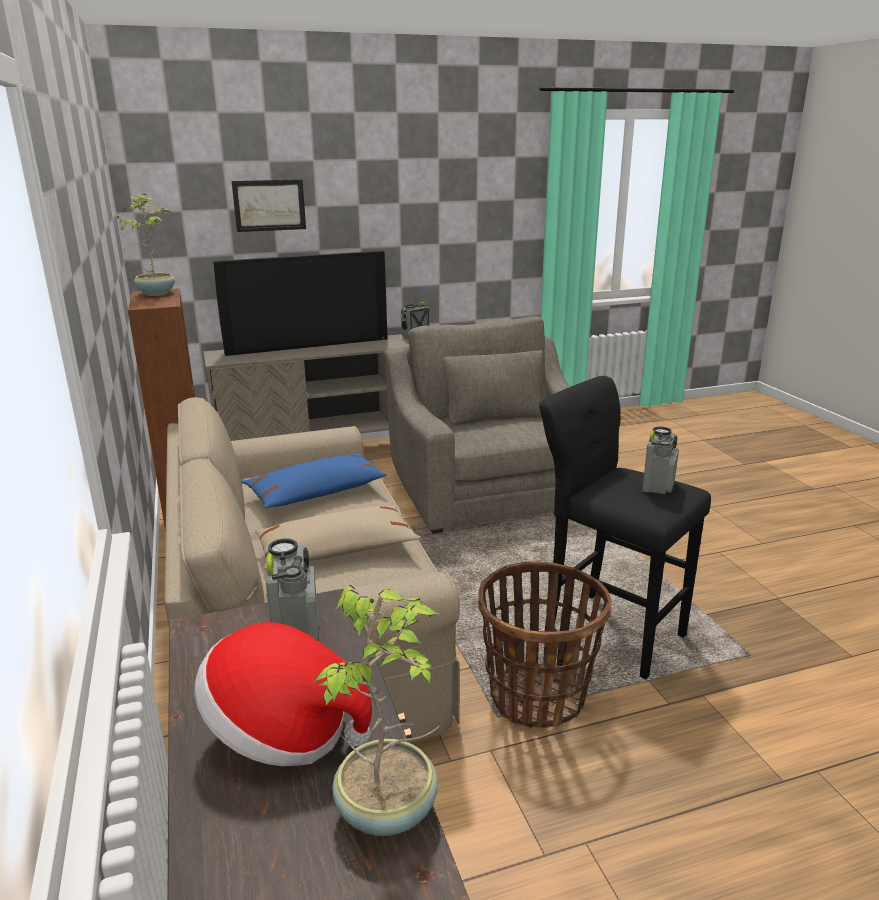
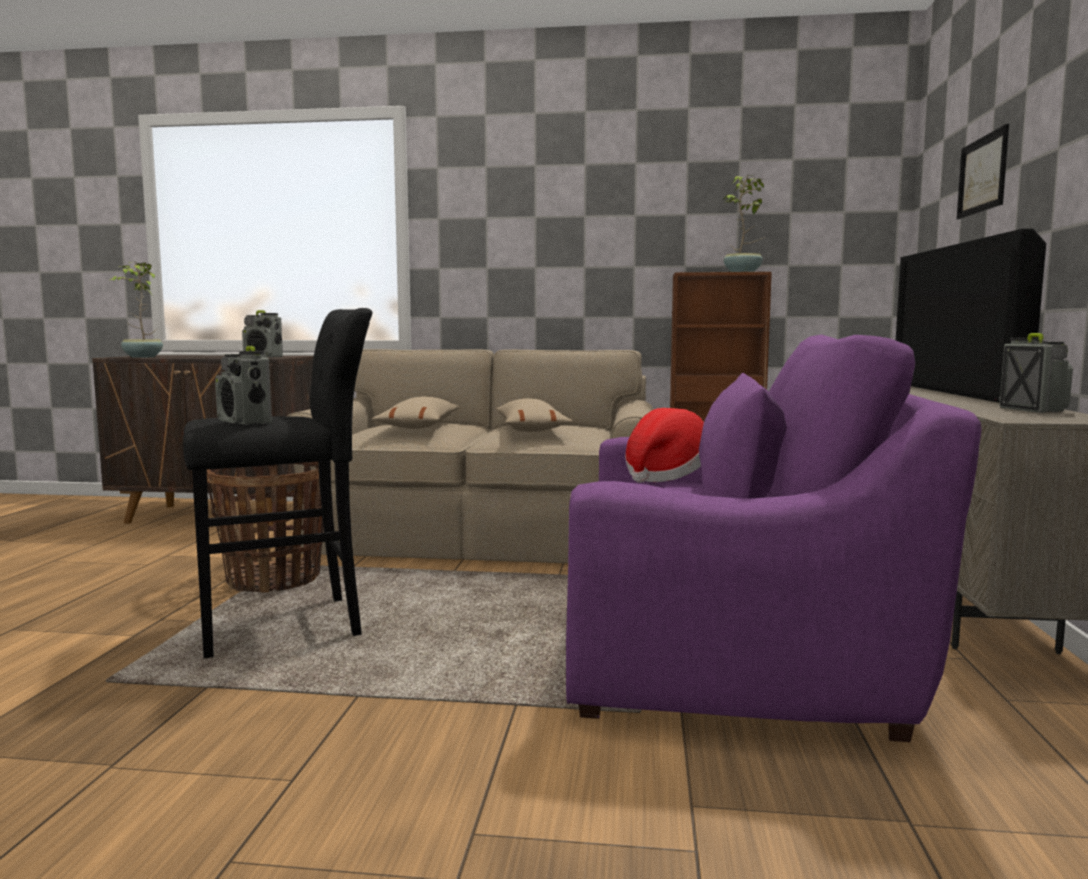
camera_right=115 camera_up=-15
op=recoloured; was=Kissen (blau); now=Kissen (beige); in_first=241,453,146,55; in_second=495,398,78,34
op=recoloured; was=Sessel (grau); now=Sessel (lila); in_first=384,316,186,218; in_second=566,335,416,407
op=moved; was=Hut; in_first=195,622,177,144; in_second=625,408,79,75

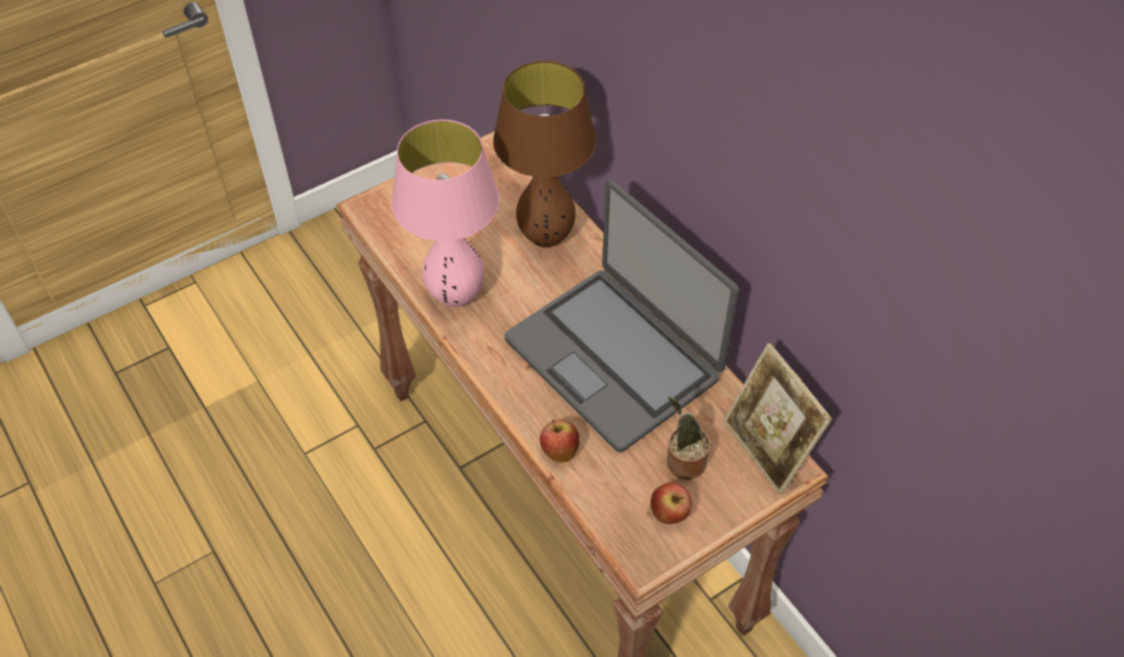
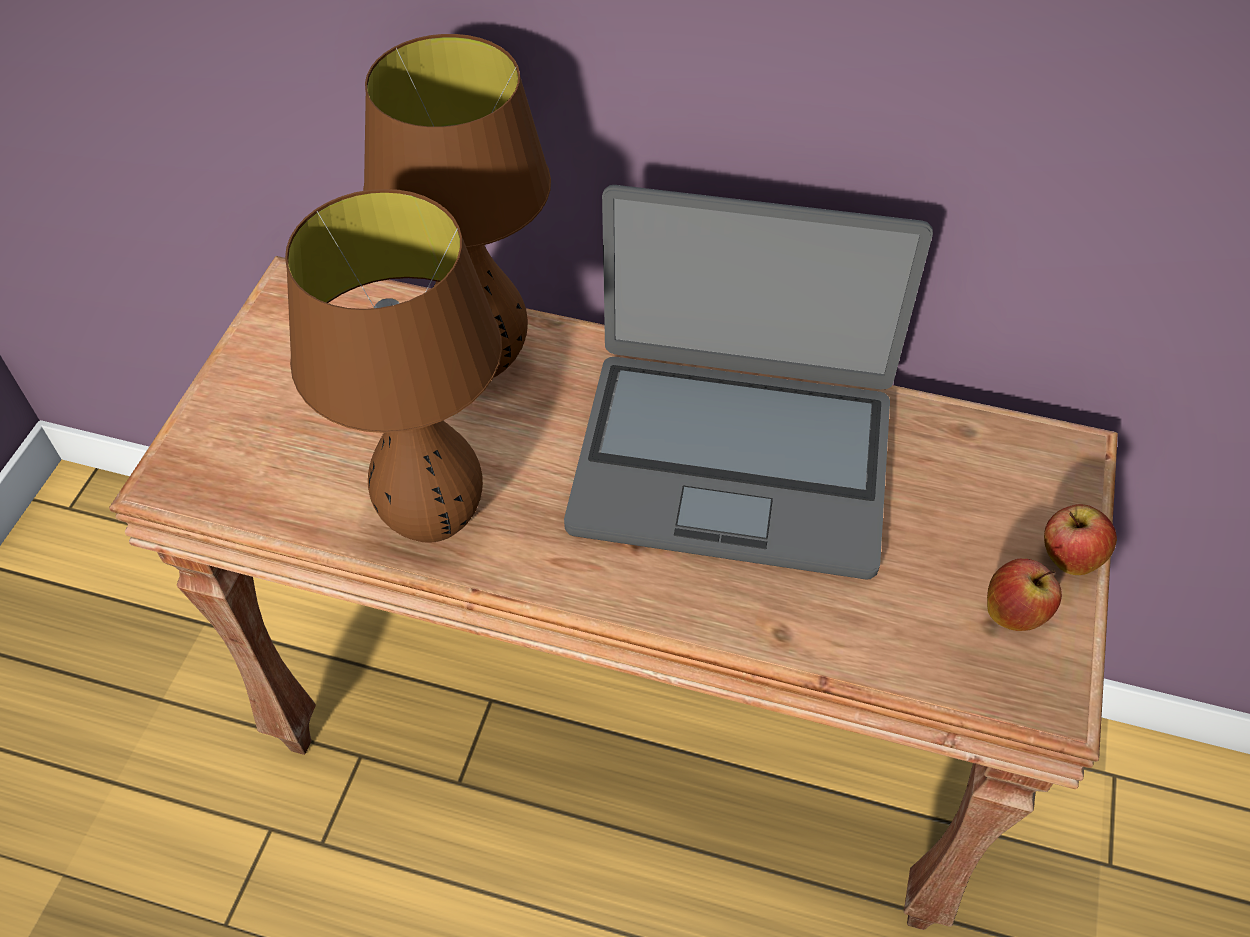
camera_right=-40 camera_up=0
op=recoloured; was=Tischlampe (rosa); now=Tischlampe (braun); in_first=392,119,107,188; in_second=285,189,217,354
op=moved; was=Apfel; in_first=540,419,40,43; in_second=1044,504,73,71
op=removed; was=Topfpflanze; in_first=667,396,43,84
op=removed; was=Bilderrahmen; in_first=723,343,109,152

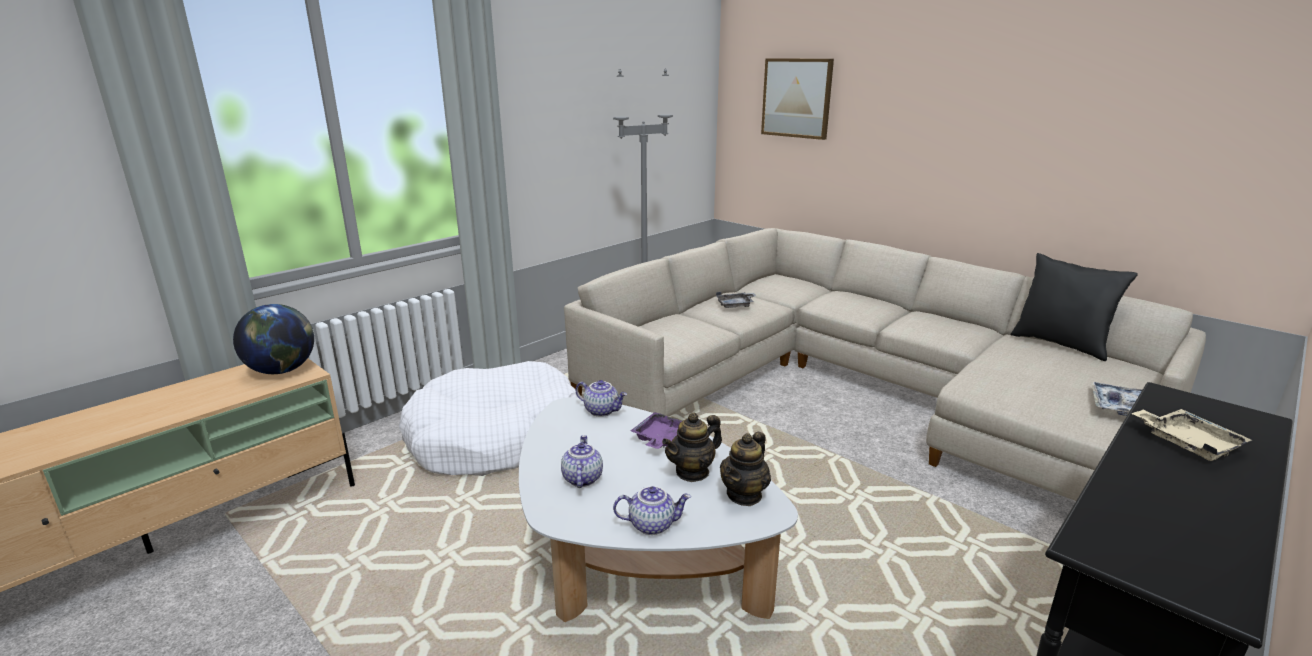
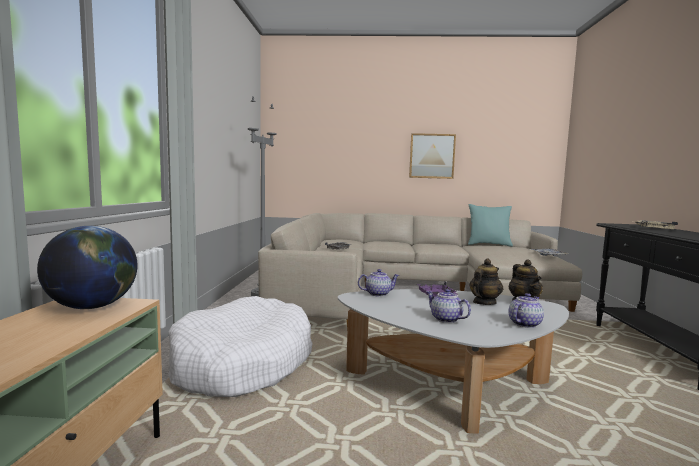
camera_right=-40 camera_up=-15
op=moved; was=Bild; in_first=761,58,73,82; in_second=409,133,47,46
op=recoloured; was=Kissen (schwarz); now=Kissen (türkis); in_first=1011,253,127,108; in_second=468,204,45,43
op=turned; was=Teekanne; in_first=662,413,60,69; in_second=469,258,34,47; clockwise=-150

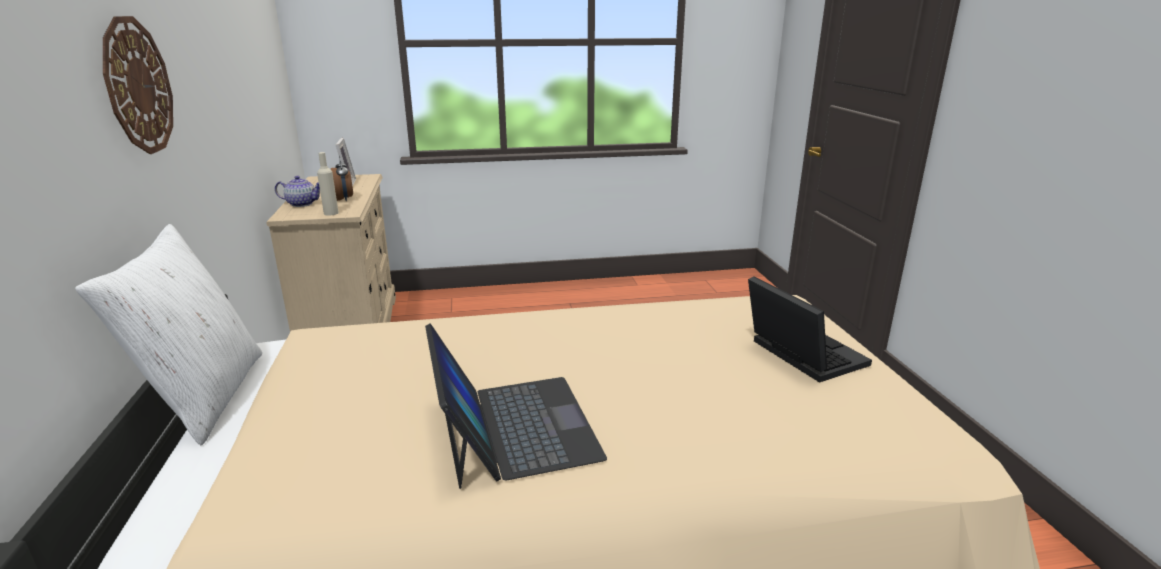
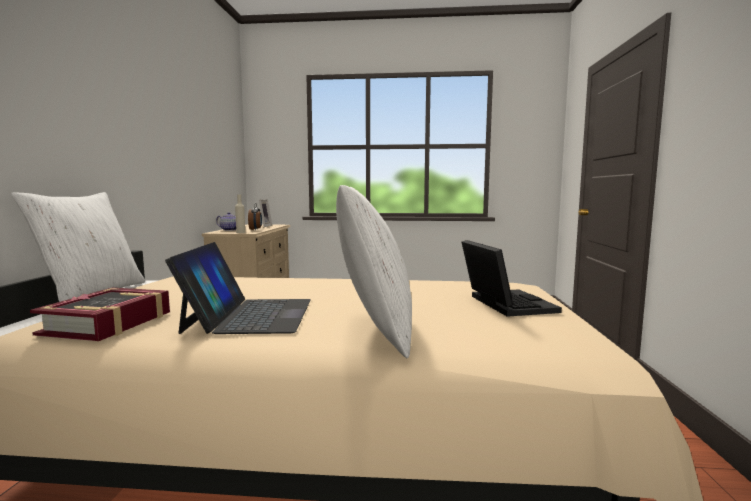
camera_right=15 camera_up=-15
op=added; now=Buch; in_second=30,287,140,54
op=added; now=Kissen (weiß); in_second=336,185,76,173
op=removed; was=Wanduhr; in_first=103,16,70,138

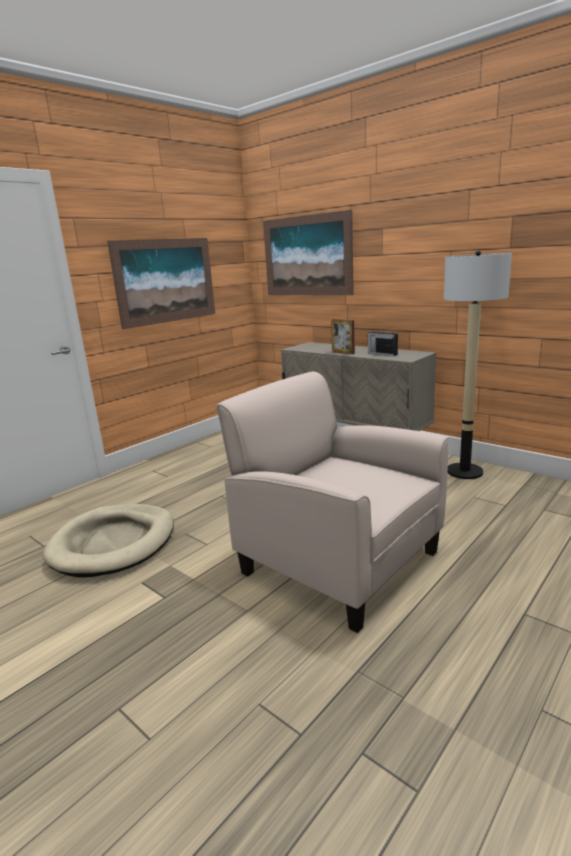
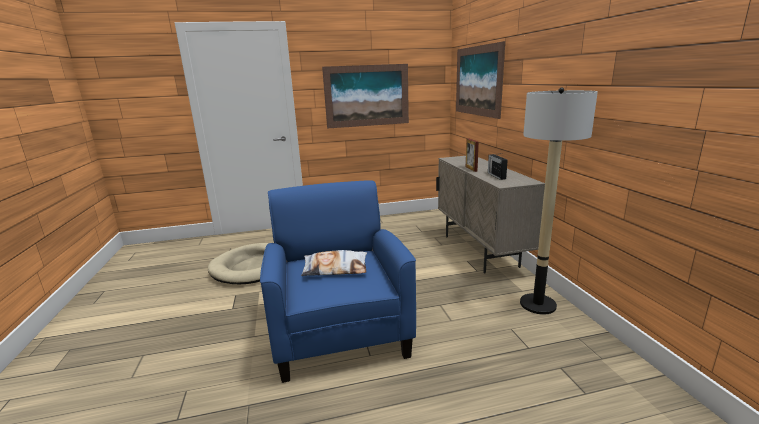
camera_right=35 camera_up=0
op=recoloured; was=Sessel (beige); now=Sessel (blau); in_first=216,371,233,262; in_second=260,180,156,203
op=added; now=Kissen; in_second=301,250,66,26

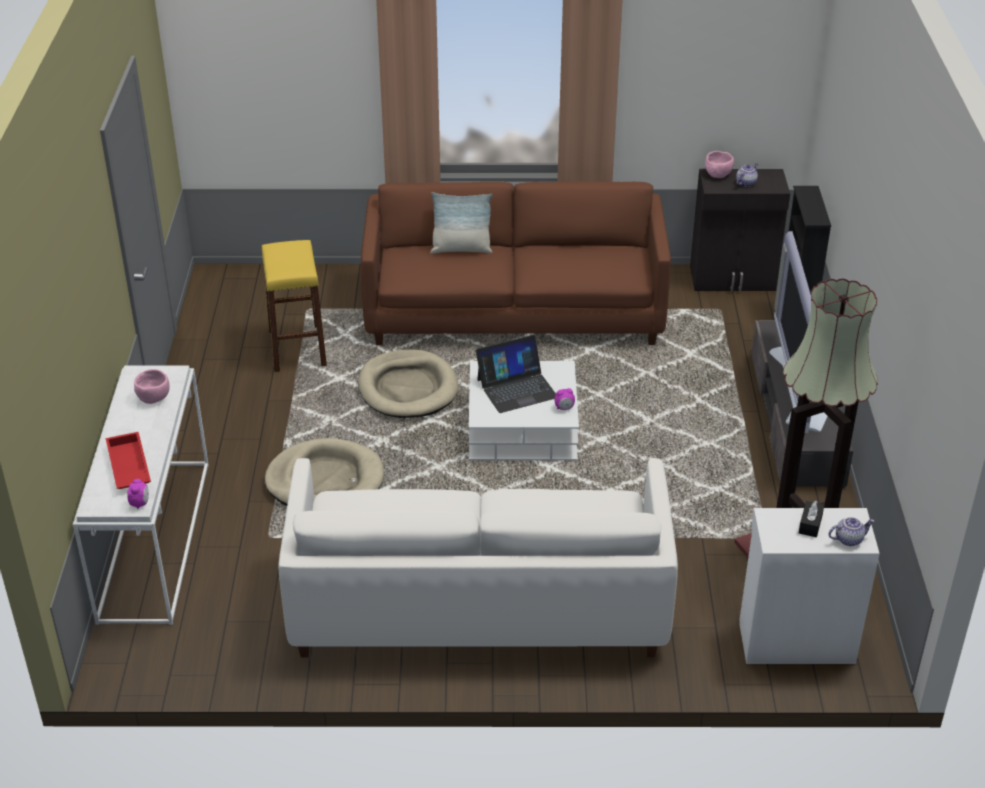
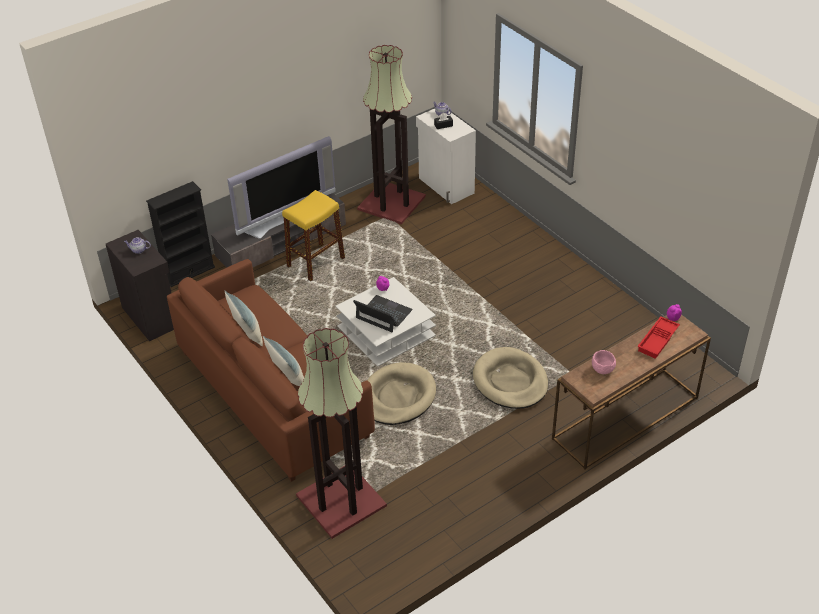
camera_right=-125 camera_up=5
op=added; now=Kissen; in_second=225,291,38,55
op=moved; was=Hocker (gelb); in_first=262,240,65,132; in_second=282,190,63,91
op=added; now=Stehlampe; in_second=296,328,91,211
op=recoloured; was=Konsolentisch (weiß); now=Konsolentisch (braun); in_first=73,365,136,260; in_second=552,315,159,155
op=removed; was=Sofa (weiß); in_first=278,458,400,200
op=removed; was=Schüssel (rosa); in_first=705,151,29,27

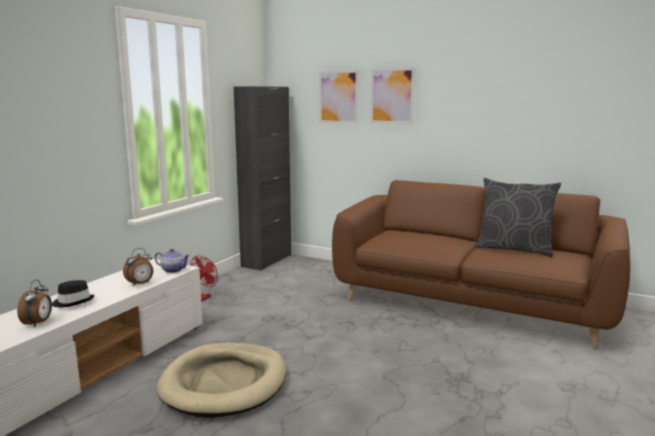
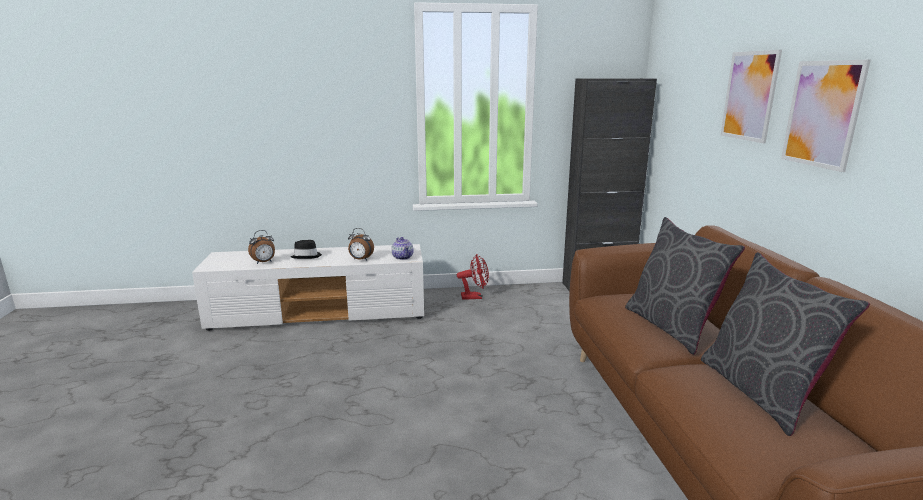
camera_right=55 camera_up=5
op=added; now=Kissen (grau); in_second=625,217,120,137
op=moved; was=Bild; in_first=319,70,40,54; in_second=781,60,90,112
op=removed; was=Hundebett (beige); in_first=157,343,129,75

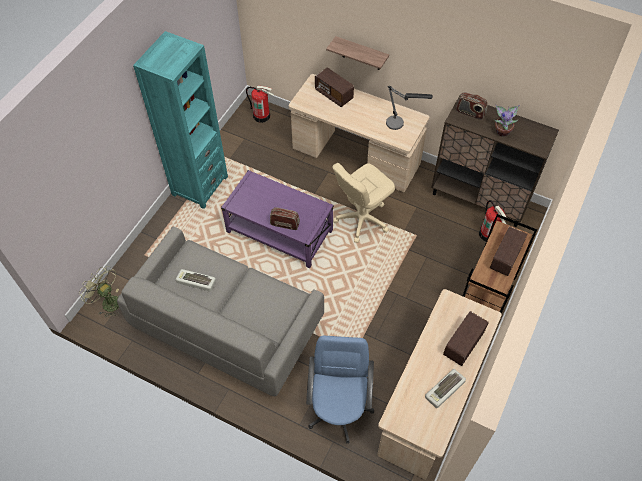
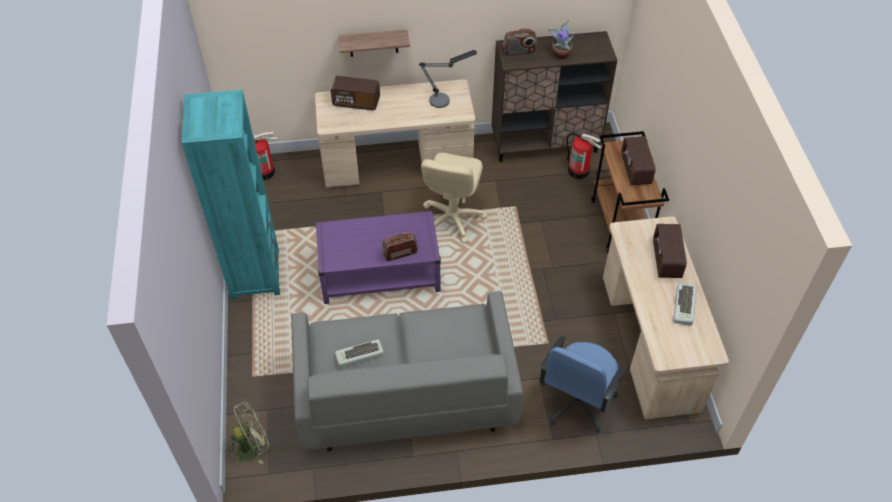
camera_right=-35 camera_up=-5
op=turned; was=Ventilator (grün); in_first=79,267,40,51; in_second=226,401,43,64; clockwise=150
op=turned; was=Bürostuhl (blau); in_first=306,335,68,109; in_second=540,336,87,97; clockwise=-120

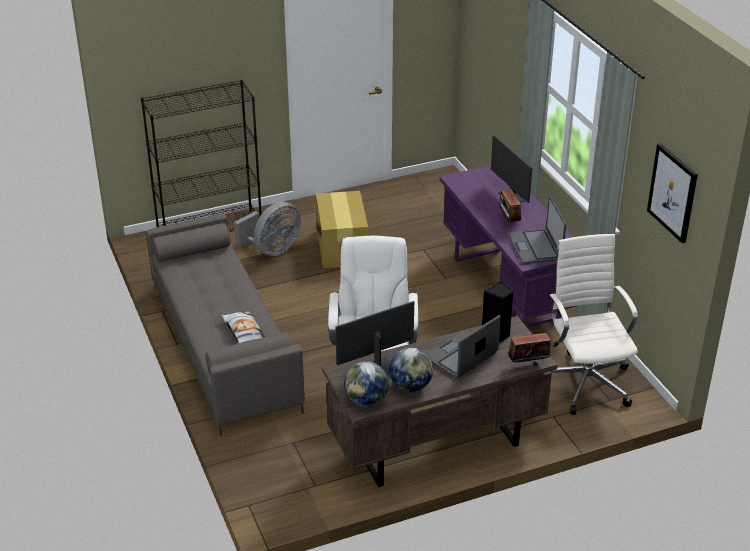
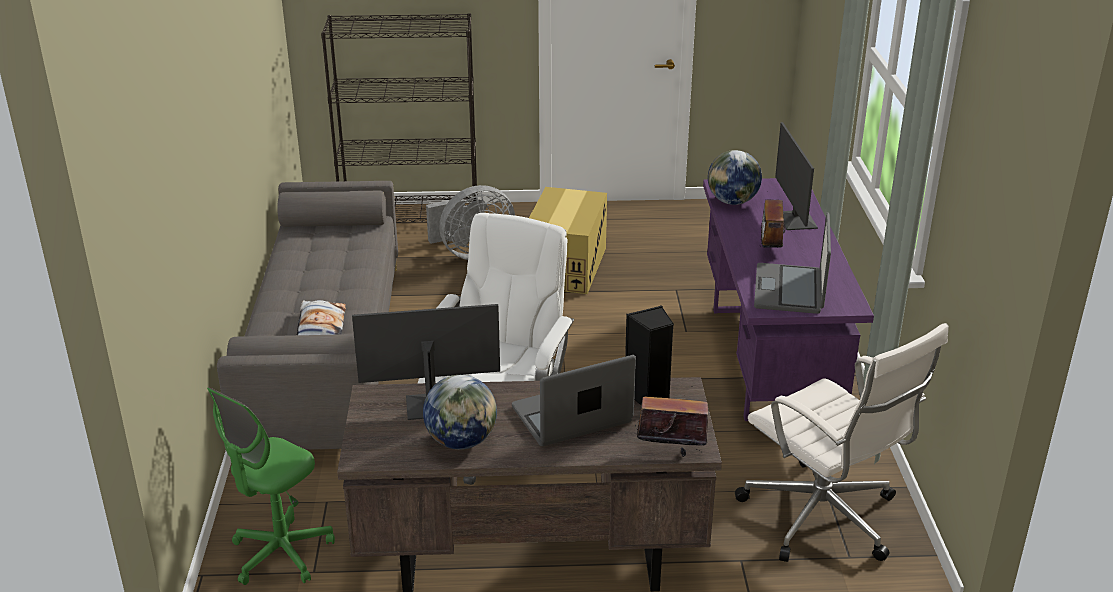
camera_right=20 camera_up=-5
op=added; now=Bürostuhl (grün); in_second=207,387,128,198
op=moved; was=Globus; in_first=344,361,45,45; in_second=708,150,54,55
op=turned; was=Bürostuhl (weiß); in_first=549,234,89,181; in_second=735,323,214,239; clockwise=135
op=removed; was=Bild; in_first=647,143,51,100

